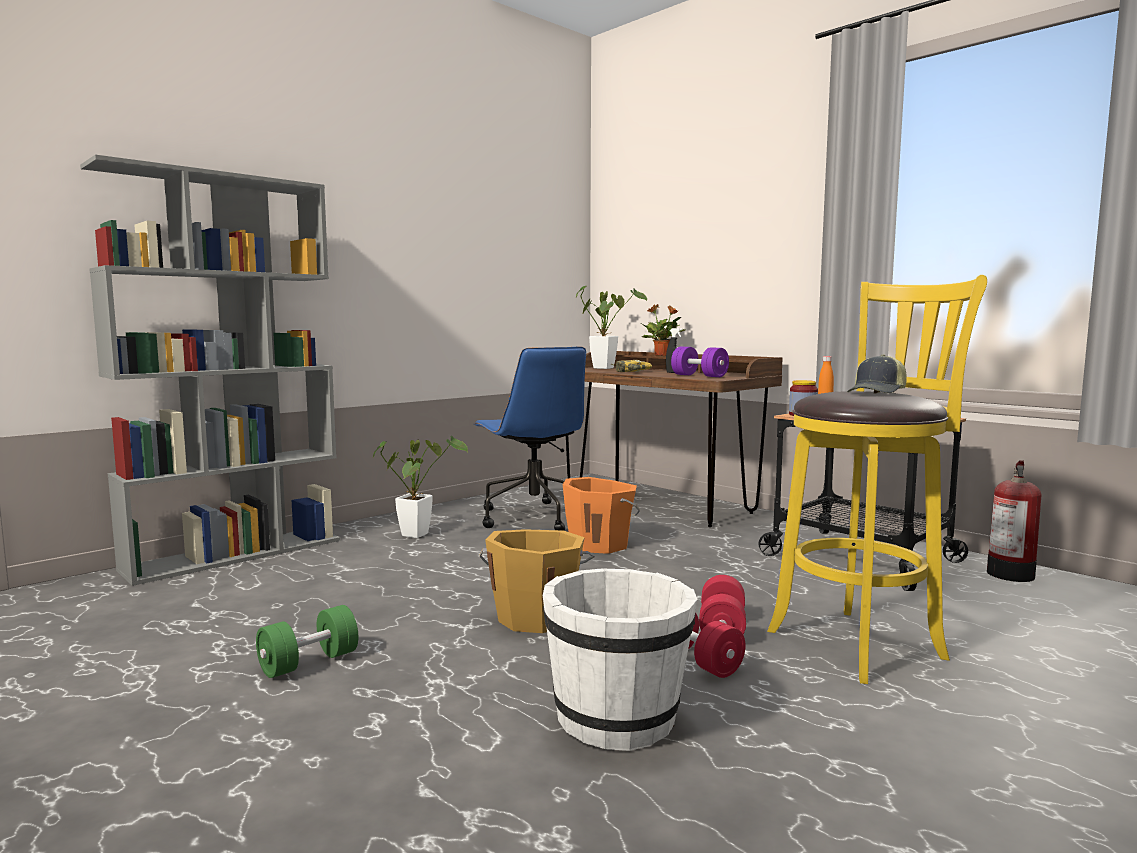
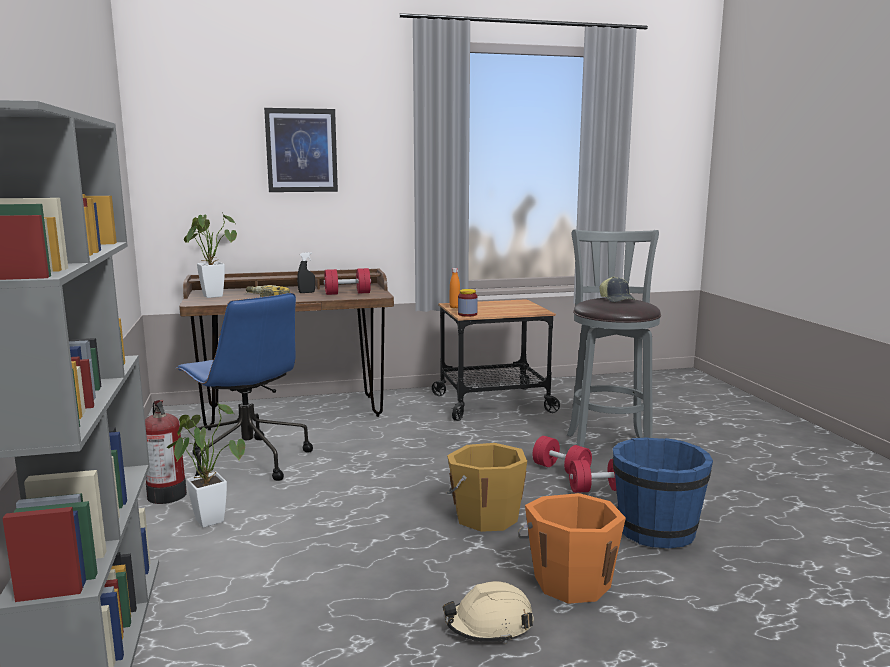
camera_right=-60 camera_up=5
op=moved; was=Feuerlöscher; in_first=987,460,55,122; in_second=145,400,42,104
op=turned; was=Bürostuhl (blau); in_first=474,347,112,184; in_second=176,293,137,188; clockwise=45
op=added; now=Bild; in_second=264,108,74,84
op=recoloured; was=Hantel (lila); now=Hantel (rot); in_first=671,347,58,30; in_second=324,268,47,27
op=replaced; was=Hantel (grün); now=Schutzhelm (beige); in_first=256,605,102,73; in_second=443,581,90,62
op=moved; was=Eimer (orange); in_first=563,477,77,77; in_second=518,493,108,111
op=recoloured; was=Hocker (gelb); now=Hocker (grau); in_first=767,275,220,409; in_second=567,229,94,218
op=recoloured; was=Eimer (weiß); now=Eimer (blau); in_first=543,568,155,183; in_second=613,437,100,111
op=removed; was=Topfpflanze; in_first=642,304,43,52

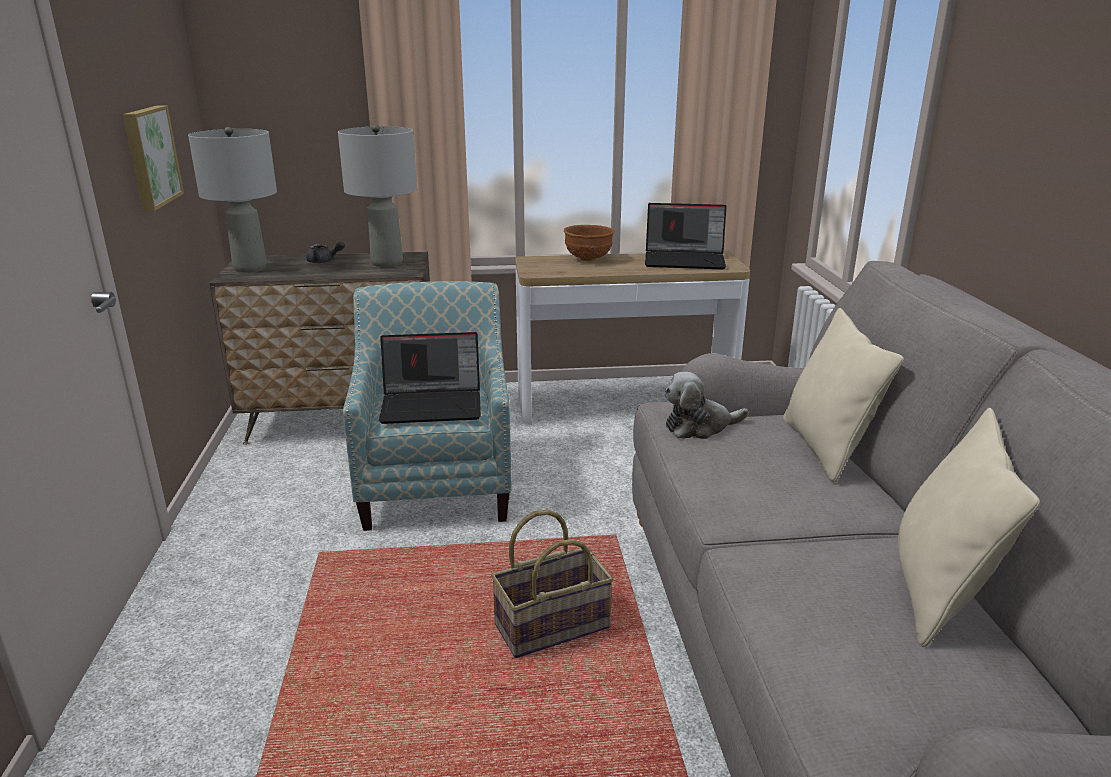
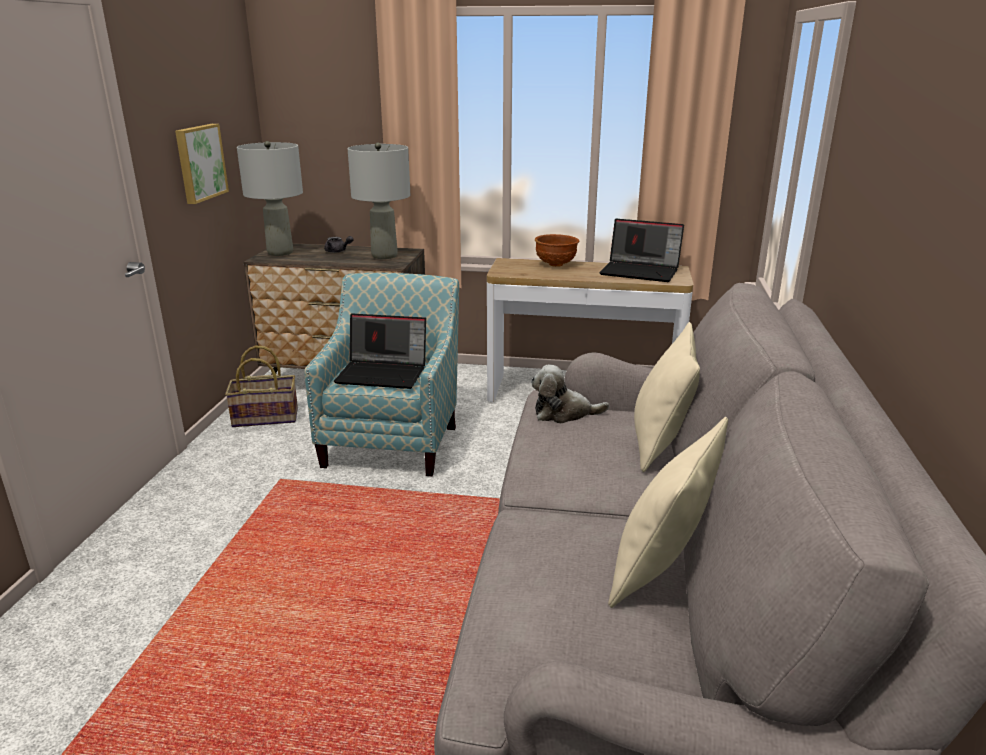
camera_right=15 camera_up=0
op=moved; was=Korb; in_first=491,510,123,148; in_second=225,346,73,81

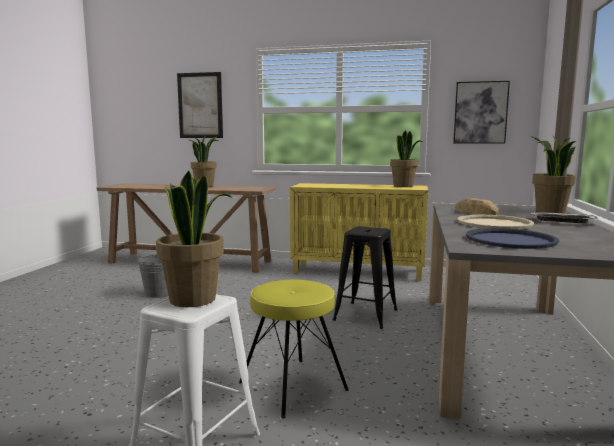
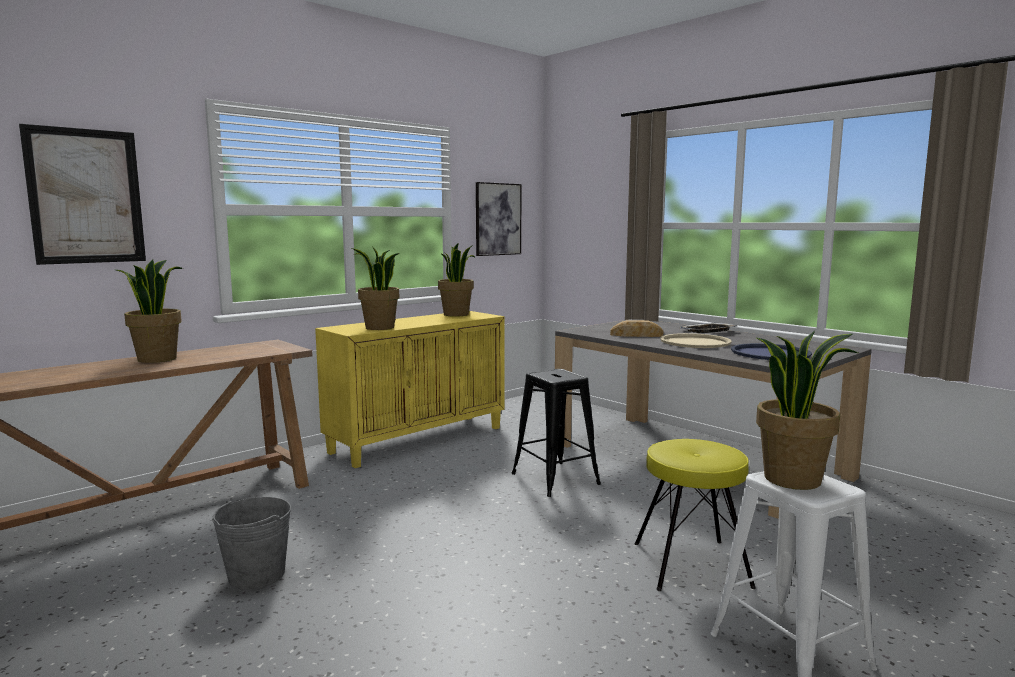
camera_right=-55 camera_up=0
op=moved; was=Topfpflanze; in_first=531,134,45,79; in_second=352,246,48,84

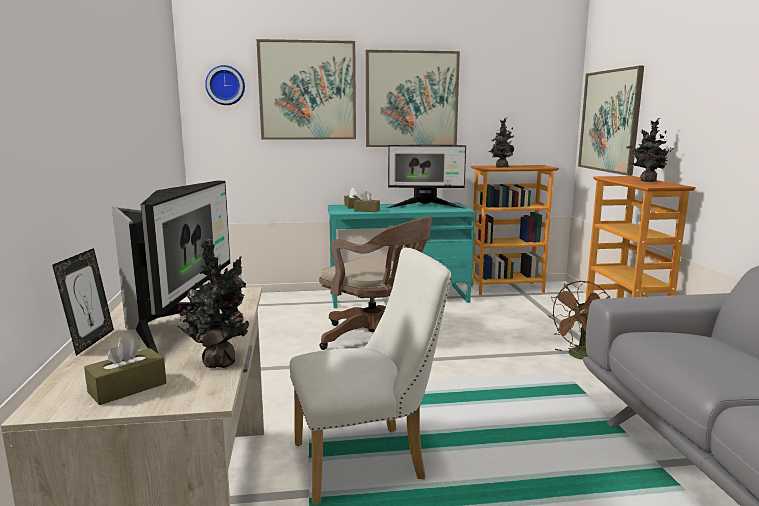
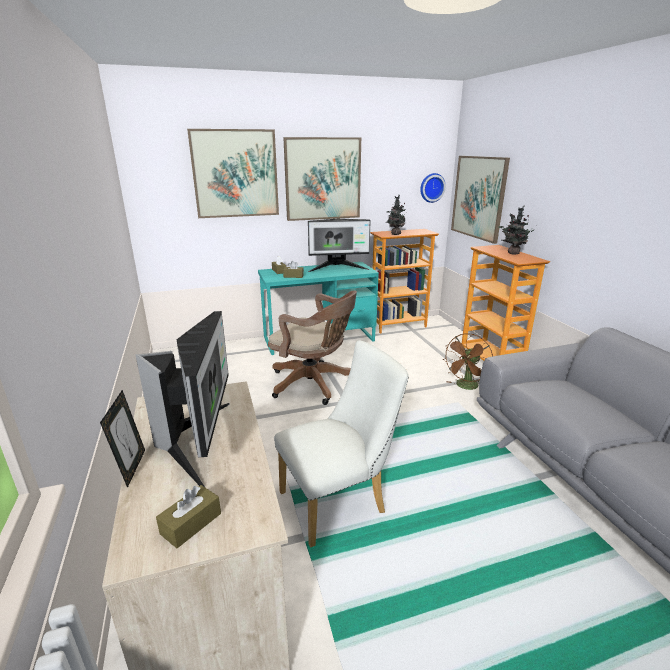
camera_right=-10 camera_up=10
op=moved; was=Wanduhr; in_first=205,65,40,40; in_second=420,173,26,30
op=removed; was=Topfpflanze; in_first=177,238,72,130

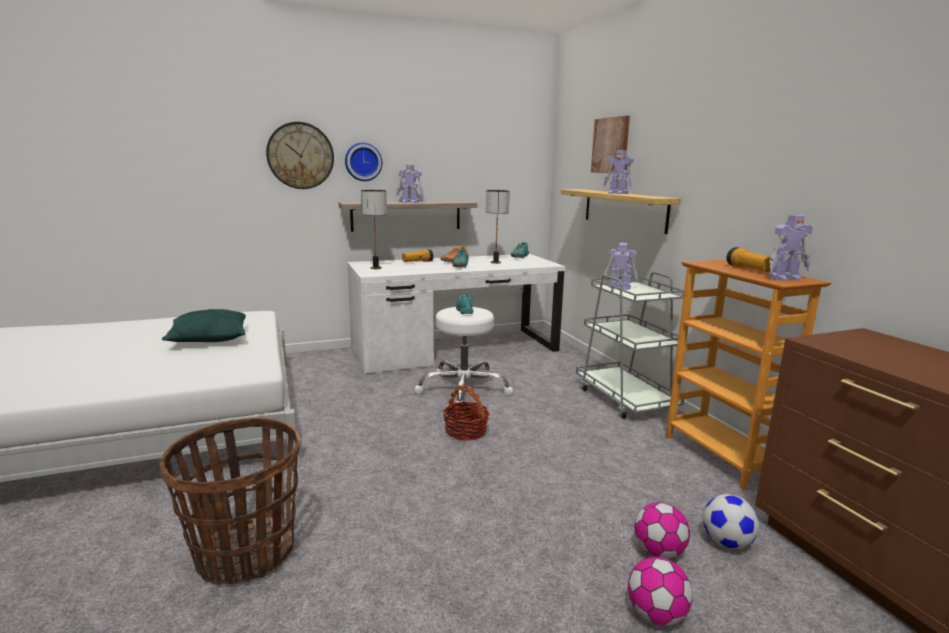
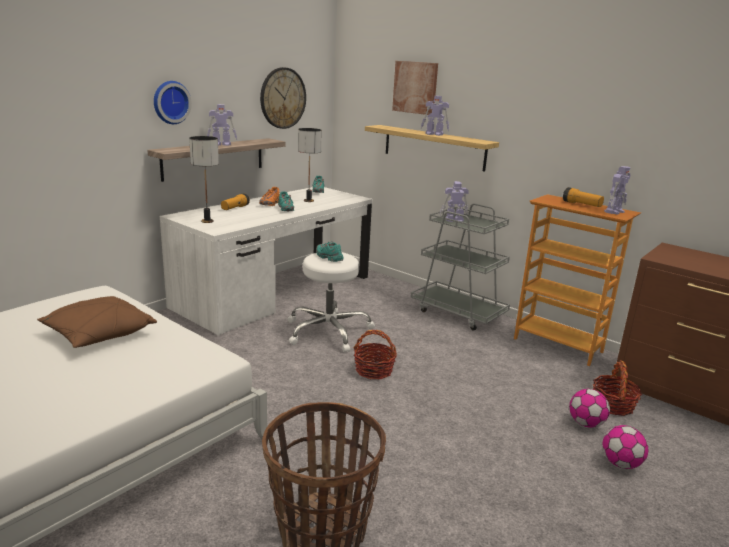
camera_right=-30 camera_up=5
op=recoloured; was=Kissen (grün); now=Kissen (braun); in_first=162,309,84,33; in_second=37,296,120,52
op=moved; was=Wanduhr; in_first=266,122,68,67; in_second=260,67,46,62
op=replaced; was=Fußball; now=Korb; in_first=703,494,56,55; in_second=593,360,49,56

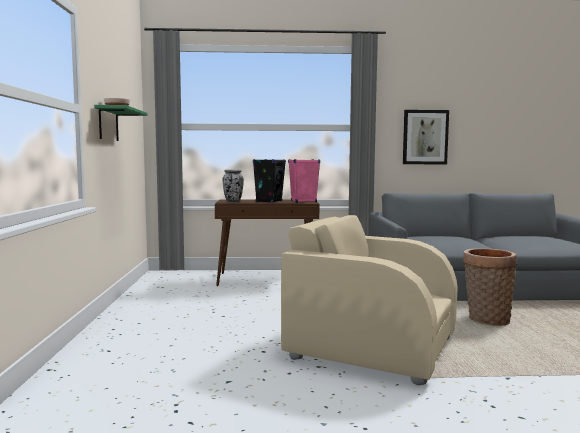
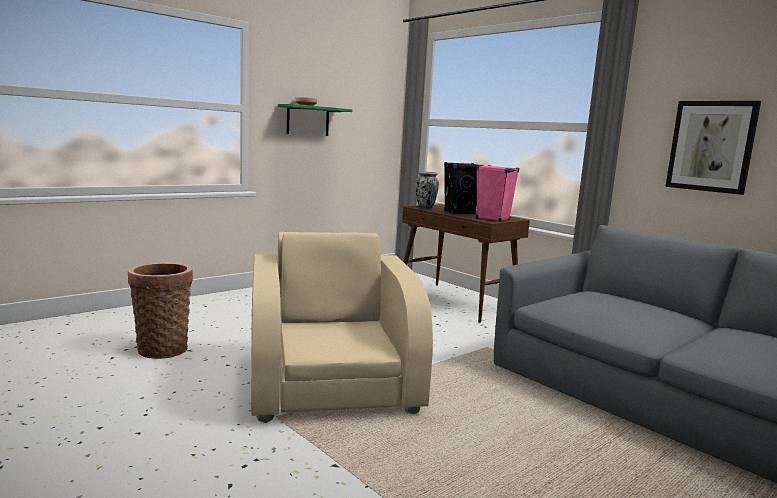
camera_right=50 camera_up=5
op=moved; was=Korb; in_first=463,248,54,78; in_second=128,262,65,97

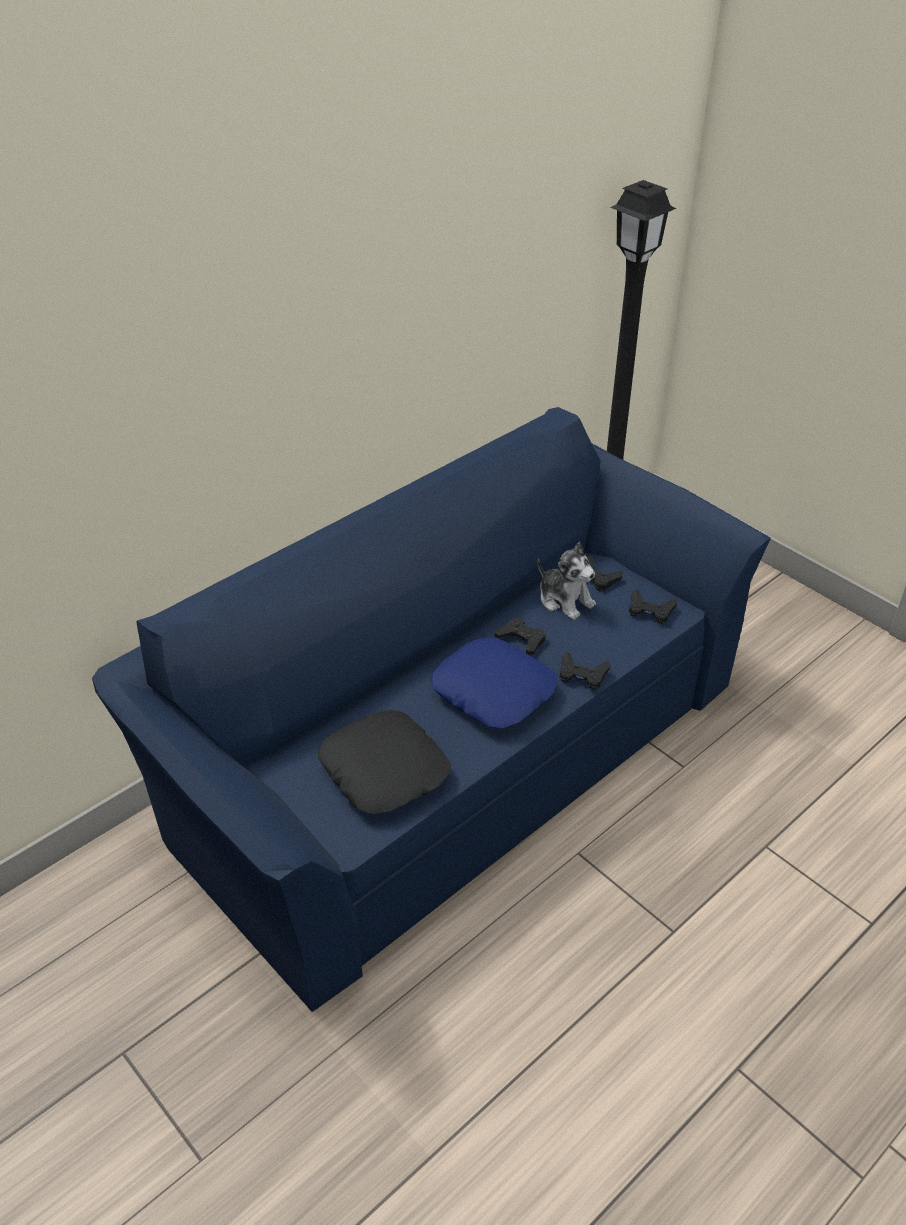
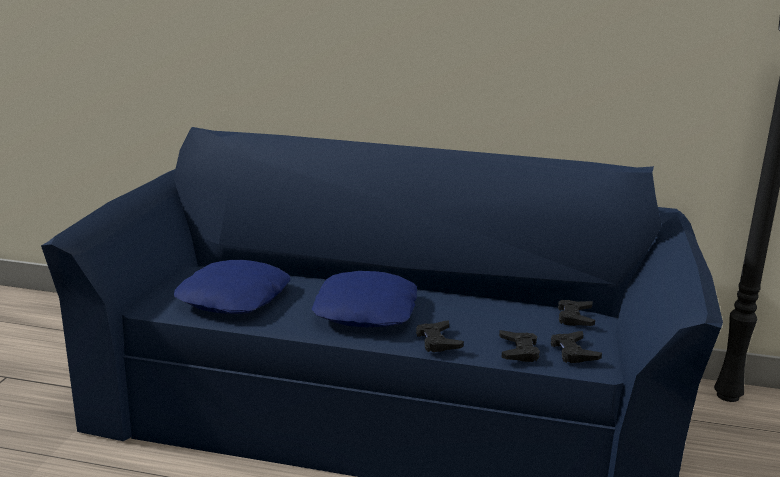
camera_right=55 camera_up=-20
op=recoloured; was=Kissen (schwarz); now=Kissen (blau); in_first=318,710,133,104; in_second=174,260,117,54
op=moved; was=Gamepad (schwarz); in_first=494,618,52,37; in_second=499,330,41,32
op=removed; was=Plüschtier; in_first=538,542,58,78

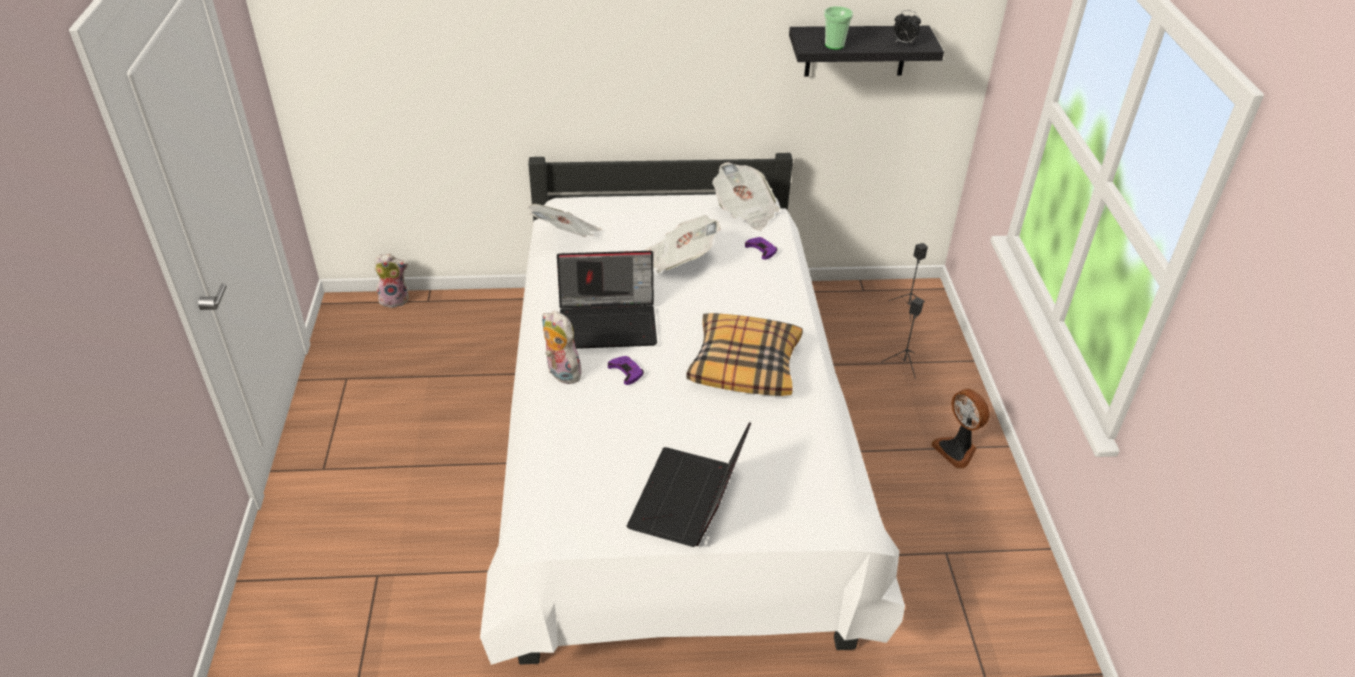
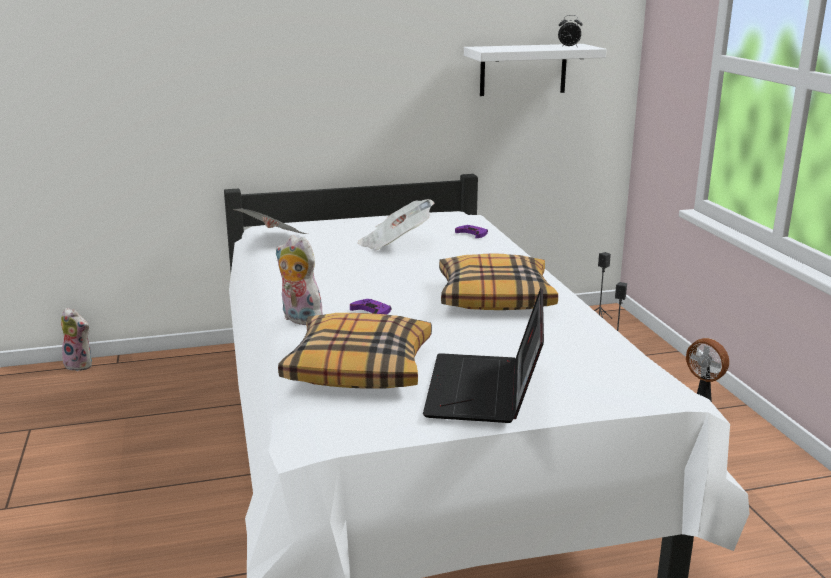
camera_right=-10 camera_up=-20
op=turned; was=Plüschtier; in_first=374,254,35,54; in_second=61,308,31,63; clockwise=45
op=added; now=Kissen; in_second=278,313,154,76
op=recoloured; was=Wandregal (schwarz); now=Wandregal (weiß); in_first=789,26,155,51; in_second=464,44,143,52
op=removed; was=Laptop; in_first=557,251,100,98
op=removed; was=Zeitung; in_first=712,162,67,68
op=removed; was=Tasse; in_first=824,6,29,44

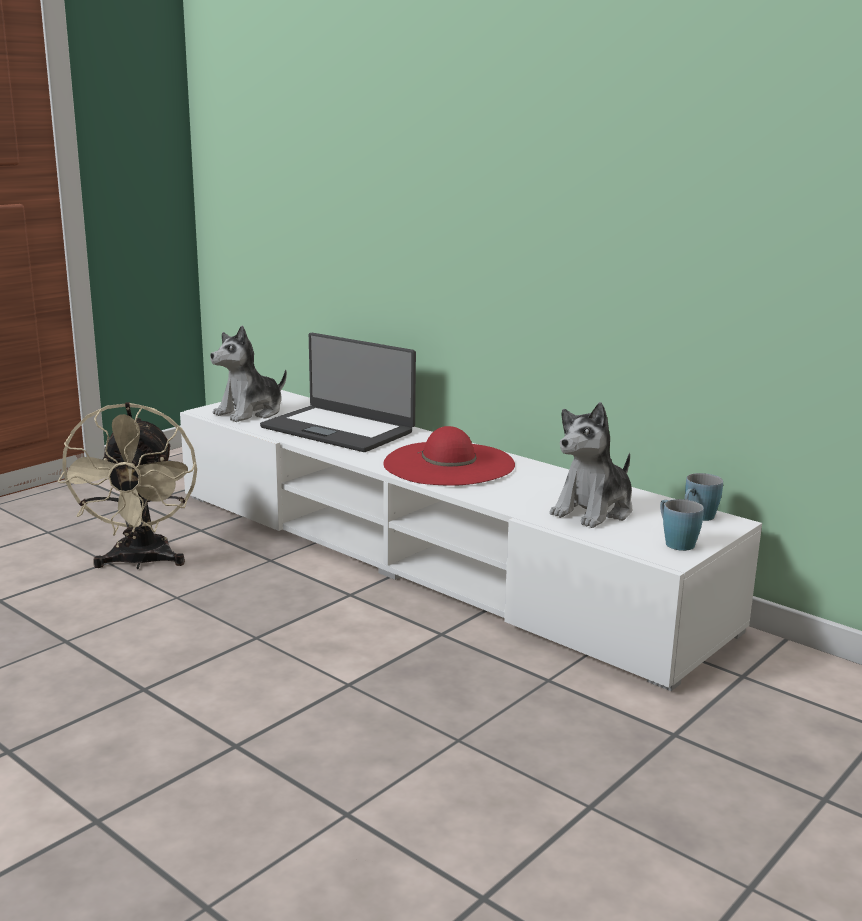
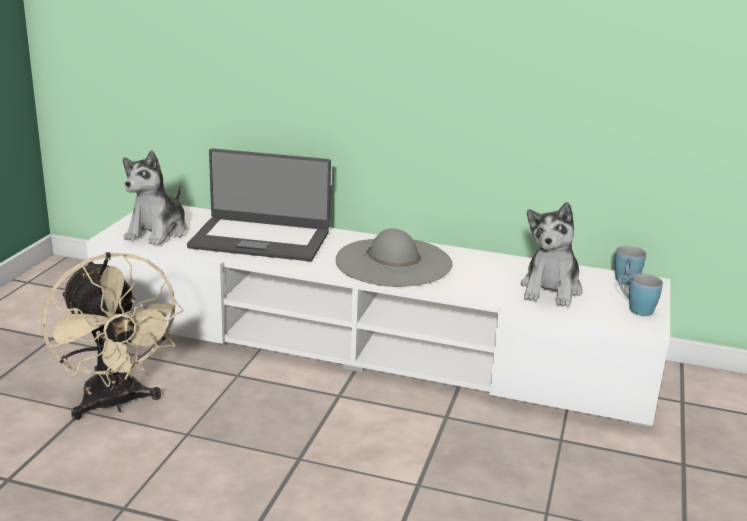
camera_right=-25 camera_up=5
op=recoloured; was=Hut (rot); now=Hut (grau); in_first=383,426,132,60; in_second=336,228,117,59

